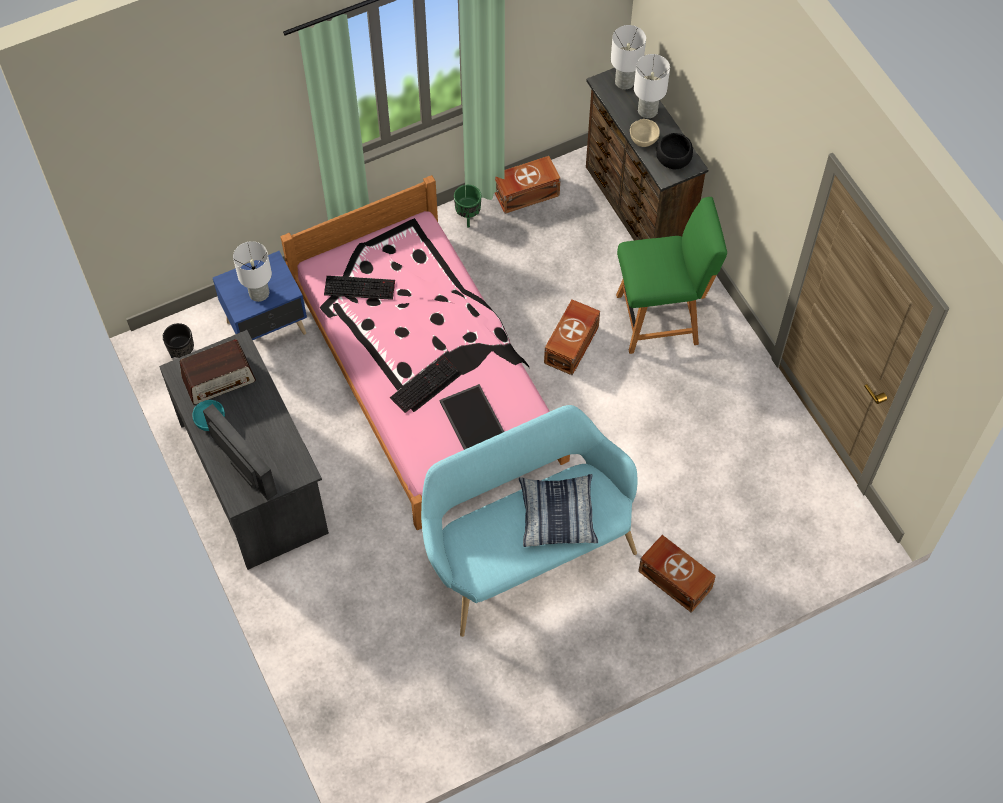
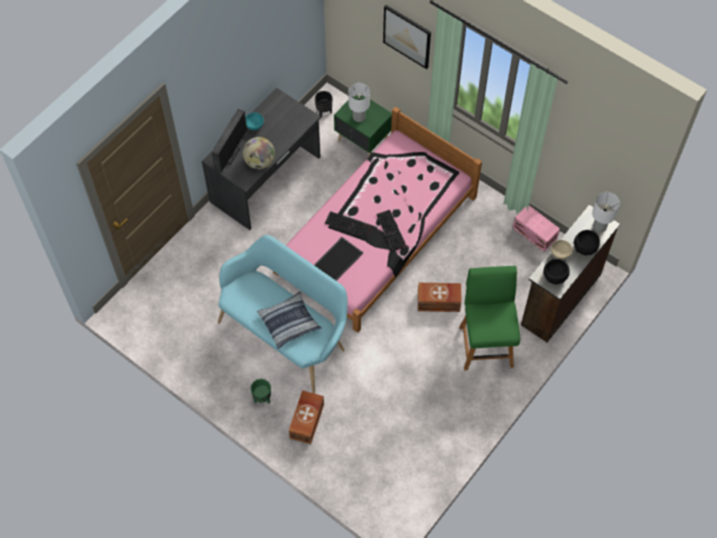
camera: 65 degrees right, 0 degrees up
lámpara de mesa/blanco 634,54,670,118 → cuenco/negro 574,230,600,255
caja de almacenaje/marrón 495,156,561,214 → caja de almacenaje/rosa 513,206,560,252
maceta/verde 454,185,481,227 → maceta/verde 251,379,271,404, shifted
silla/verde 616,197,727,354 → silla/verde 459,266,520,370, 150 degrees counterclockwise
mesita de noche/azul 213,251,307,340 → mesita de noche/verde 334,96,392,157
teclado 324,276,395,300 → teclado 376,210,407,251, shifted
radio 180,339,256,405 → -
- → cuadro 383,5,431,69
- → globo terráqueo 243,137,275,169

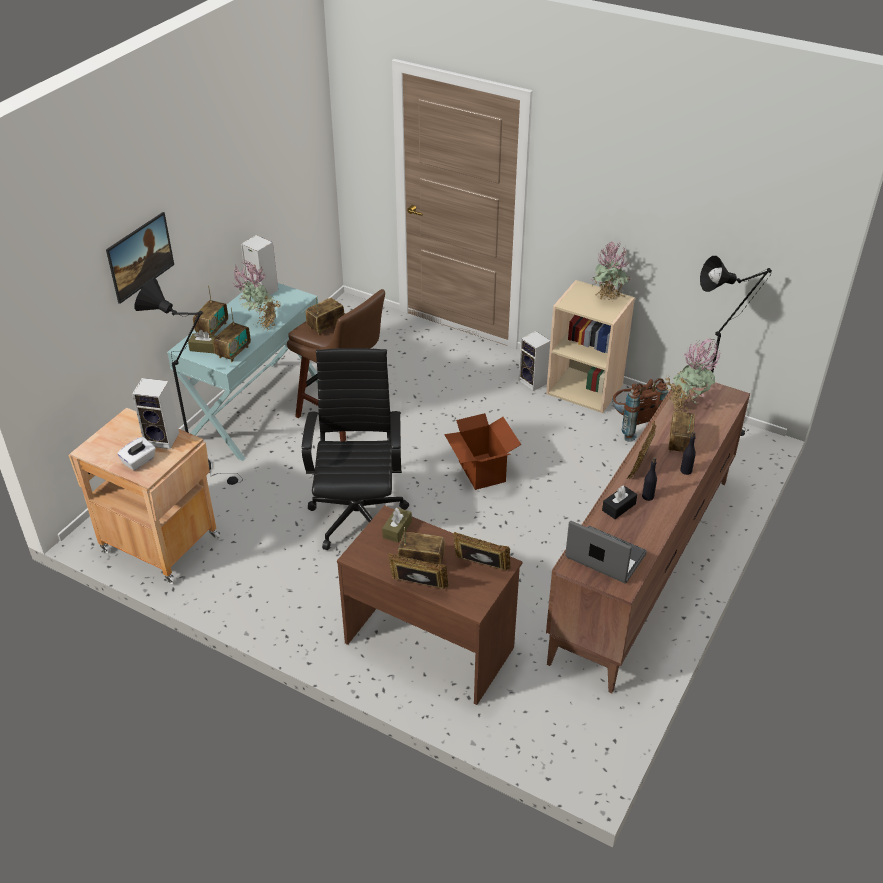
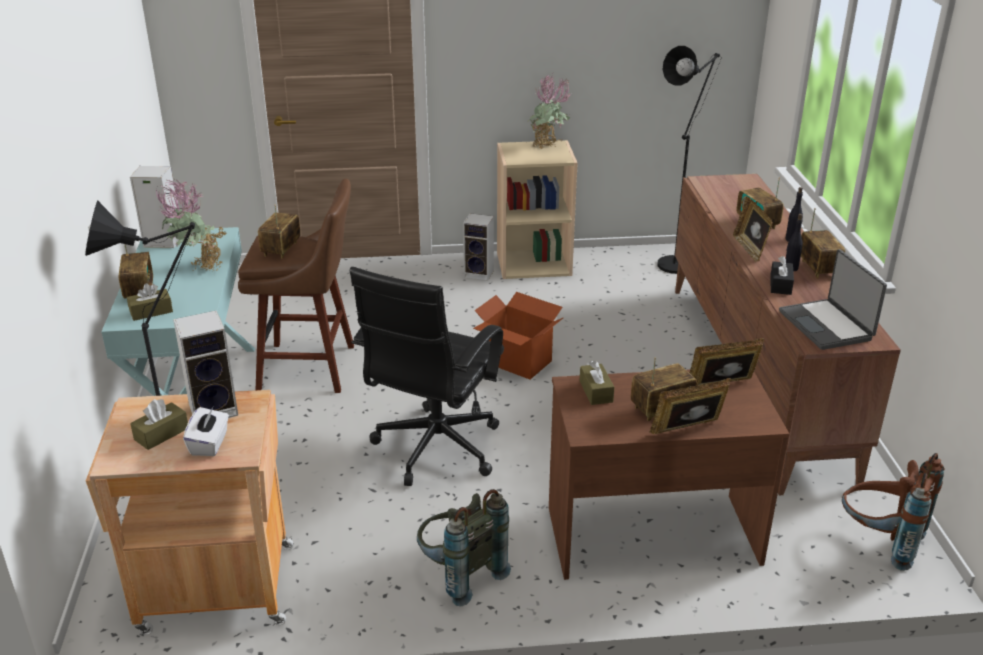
camera: 35 degrees left, 10 degrees down
cuadro 106,212,174,304 → -
radio 213,308,251,362 → radio 801,208,845,279, shifted
planta en maceta 665,339,721,412 → -
silla de oficina/negro 302,348,409,550 → silla de oficina/negro 350,267,504,486, 120 degrees counterclockwise
mochila/marrón 612,378,668,442 → mochila/marrón 842,453,945,570, shifted
portátil 565,521,647,584 → portátil 779,249,887,350, 105 degrees counterclockwise
- → caja de pañuelos/marrón 130,399,188,450
- → mochila/gris 417,489,511,606

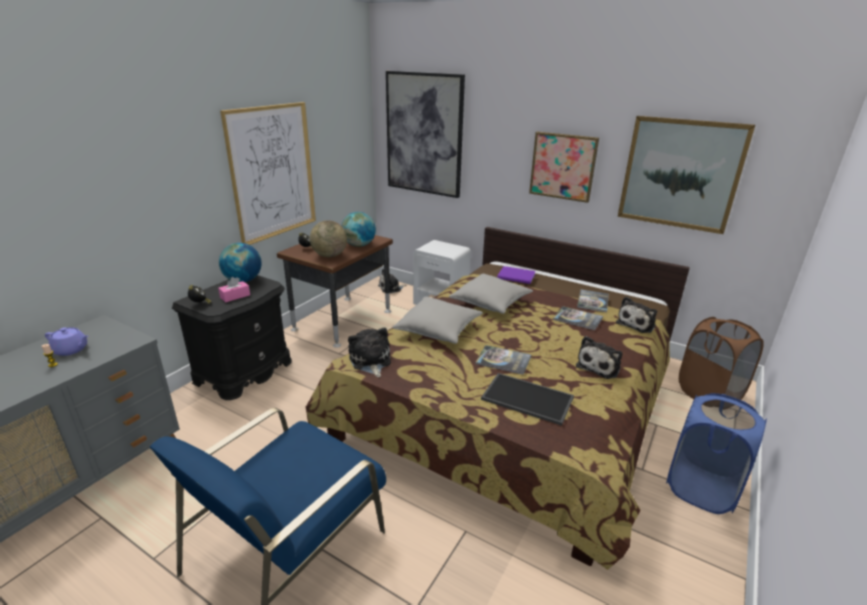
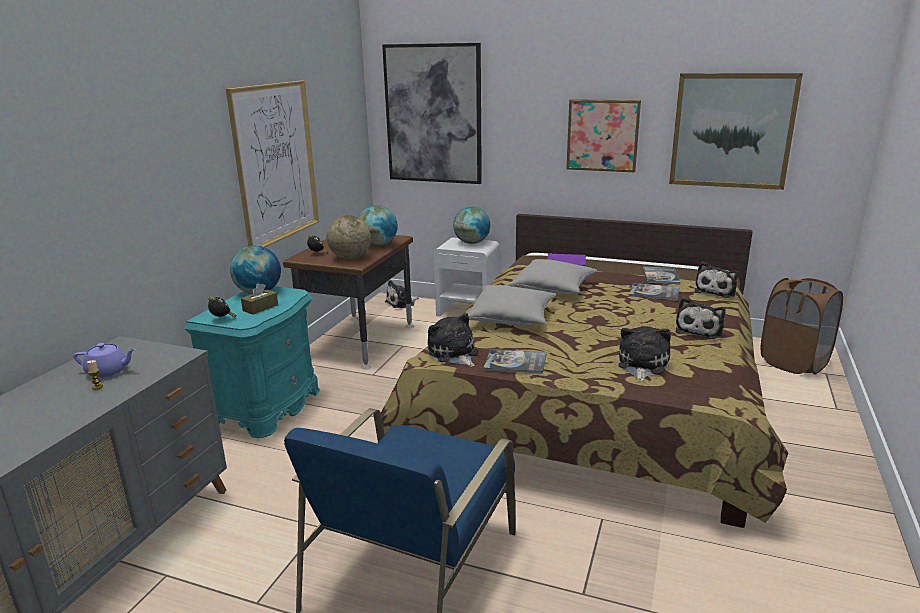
camera: 10 degrees left, 5 degrees down
mesita de noche/negro 172,275,292,400 → mesita de noche/turquesa 185,286,320,438
caja de pañuelos/rosa 218,277,250,302 → caja de pañuelos/marrón 241,283,278,314
libro 475,345,531,375 → libro 483,349,546,374, shifted
bandeja 481,373,574,426 → peluche 618,326,671,382
cesto de la ropa/azul 666,393,767,514 → -
- → globo terráqueo 453,207,490,244

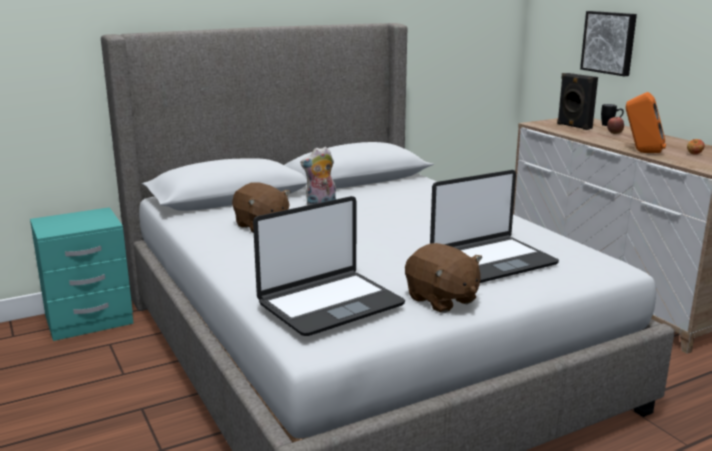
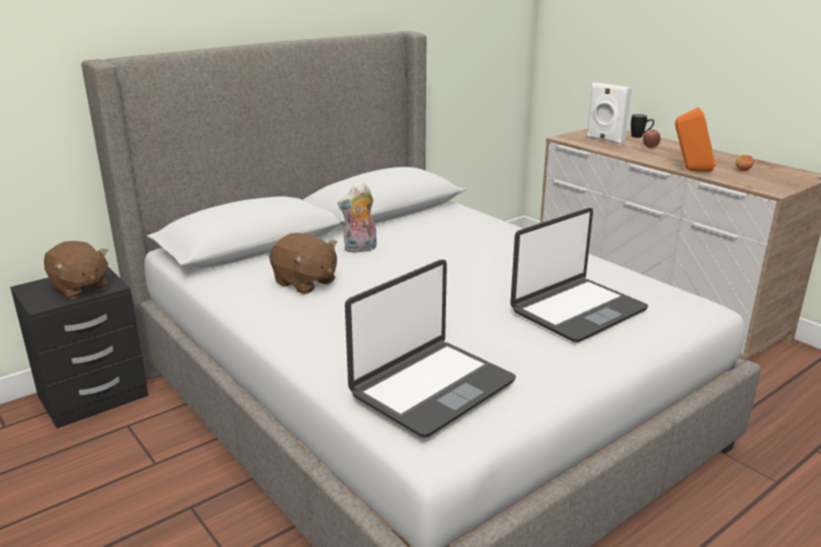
camera: 10 degrees left, 5 degrees up
cuadro 580,11,637,76 → -
altavoz/negro 557,73,598,130 → altavoz/blanco 586,83,632,144
mesita de noche/turquesa 30,207,134,341 → mesita de noche/negro 10,267,148,428
peluche/marrón 405,243,482,313 → peluche/marrón 44,241,109,299, shifted

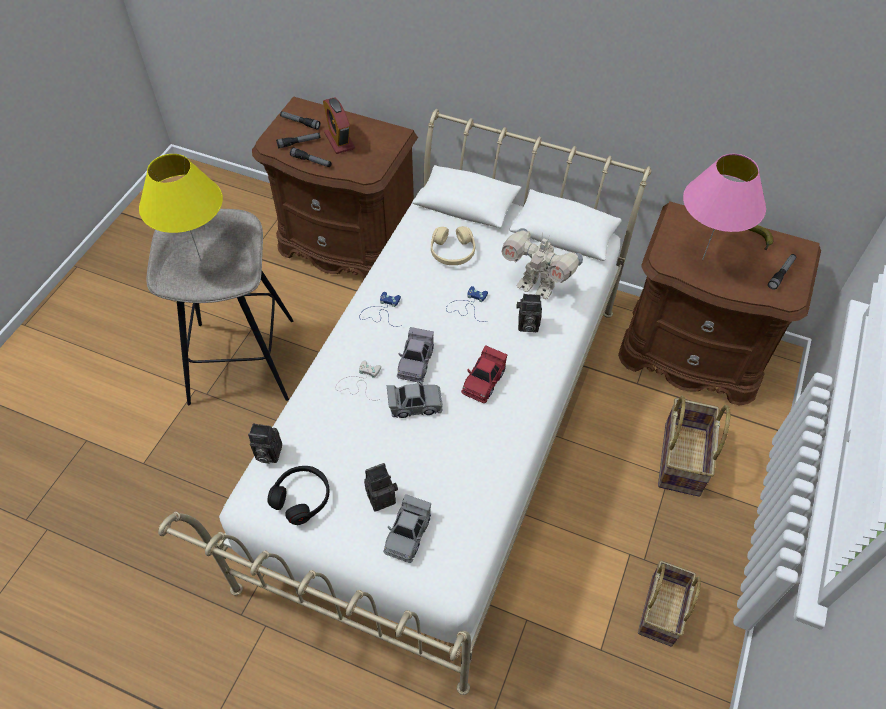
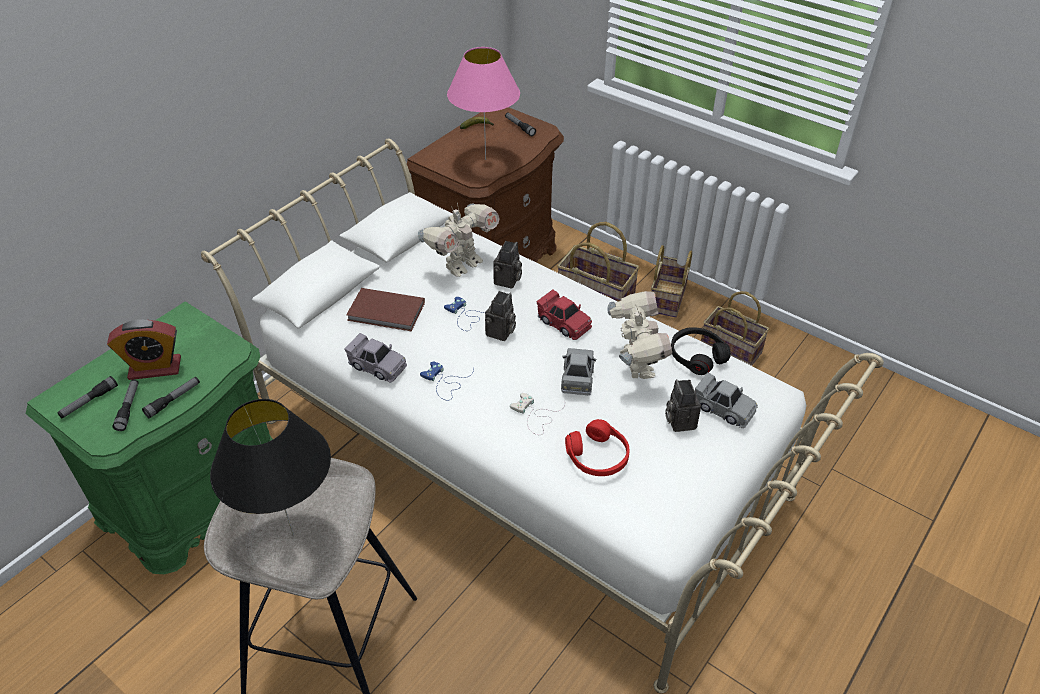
camera: 75 degrees left, 10 degrees down
mesita de noche/marrón 252,96,418,280 → mesita de noche/verde 26,301,273,574
lámpara de mesa/amarillo 139,154,223,261 → lámpara de mesa/negro 210,399,331,535
auriculares/beis 431,226,475,265 → libro/marrón 346,288,425,331
coche de juguete/gris 397,327,434,383 → coche de juguete/gris 344,333,407,383, shifted
cámara 248,423,282,463 → cámara 485,291,516,341, shifted
auriculares/negro 267,466,329,525 → auriculares/negro 671,327,731,375, shifted
- → cesta 651,245,692,317
- → robot de juguete 607,291,672,379
- → auriculares/rojo 565,419,630,476

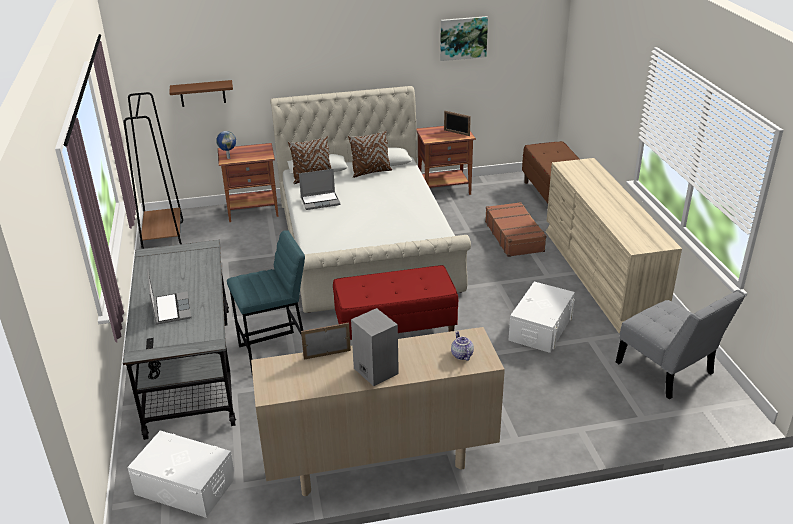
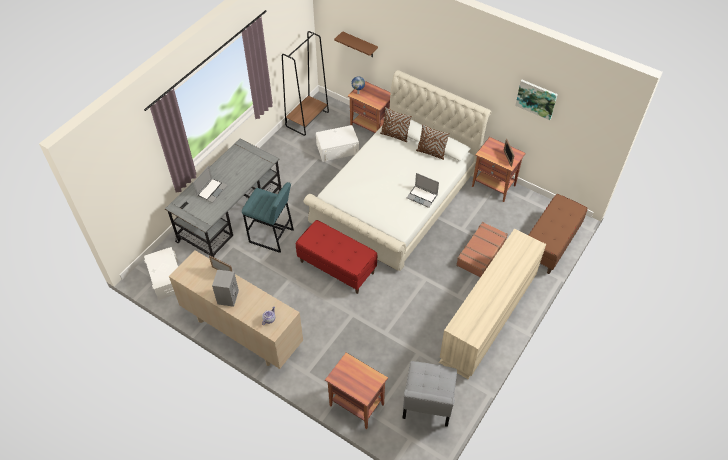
camera: 45 degrees right, 20 degrees up
portátil 299,169,340,210 → portátil 407,173,439,208, shifted
caja de almacenaje/blanco 508,282,575,353 → caja de almacenaje/blanco 316,125,359,162, shifted
- → mesita de noche 325,352,388,429

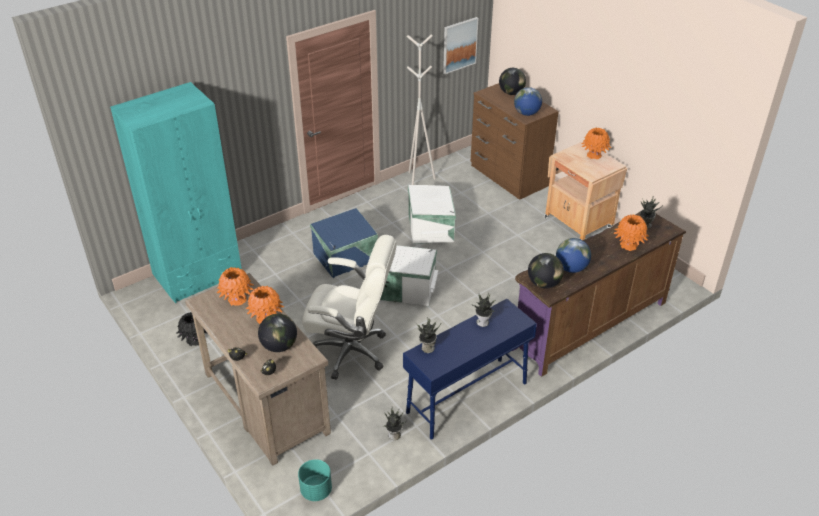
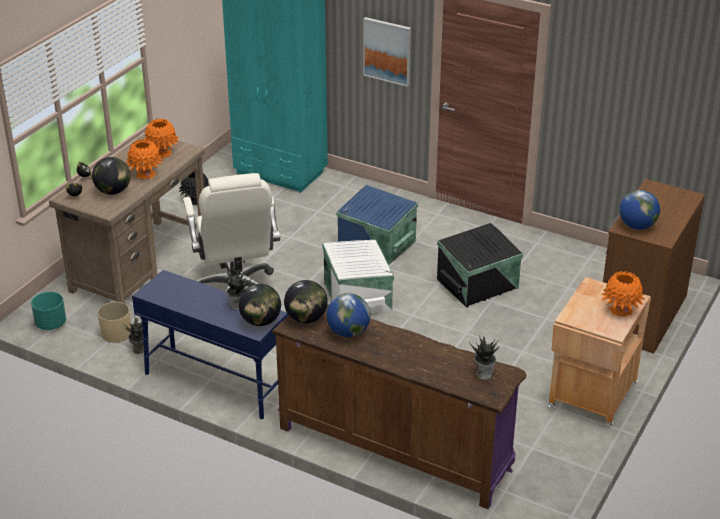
camera: 65 degrees right, 5 degrees down
cuadro 443,17,478,74 → cuadro 363,17,411,87, shifted
perchero/gris 407,34,436,185 → -
globo terráqueo 499,68,526,95 → globo terráqueo 239,284,281,326, shifted
caja de almacenaje/blanco 408,185,456,244 → caja de almacenaje/negro 437,223,523,308
florero/naranja 614,215,649,251 → -
planta en maceta 415,317,441,353 → -
- → maceta/beis 97,302,131,343

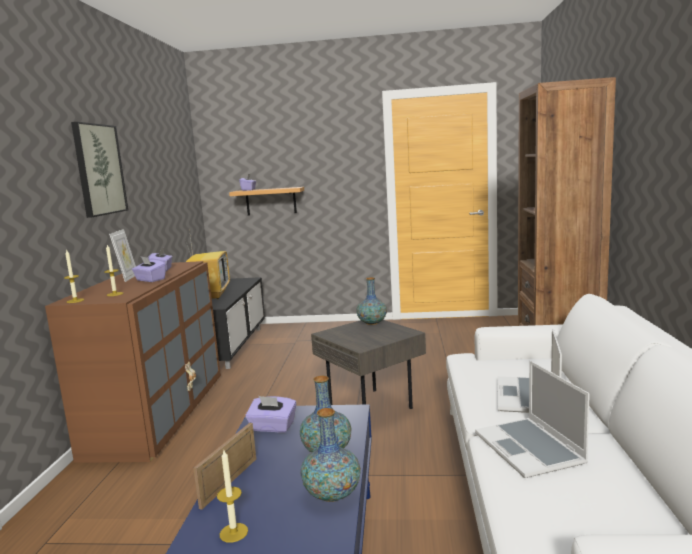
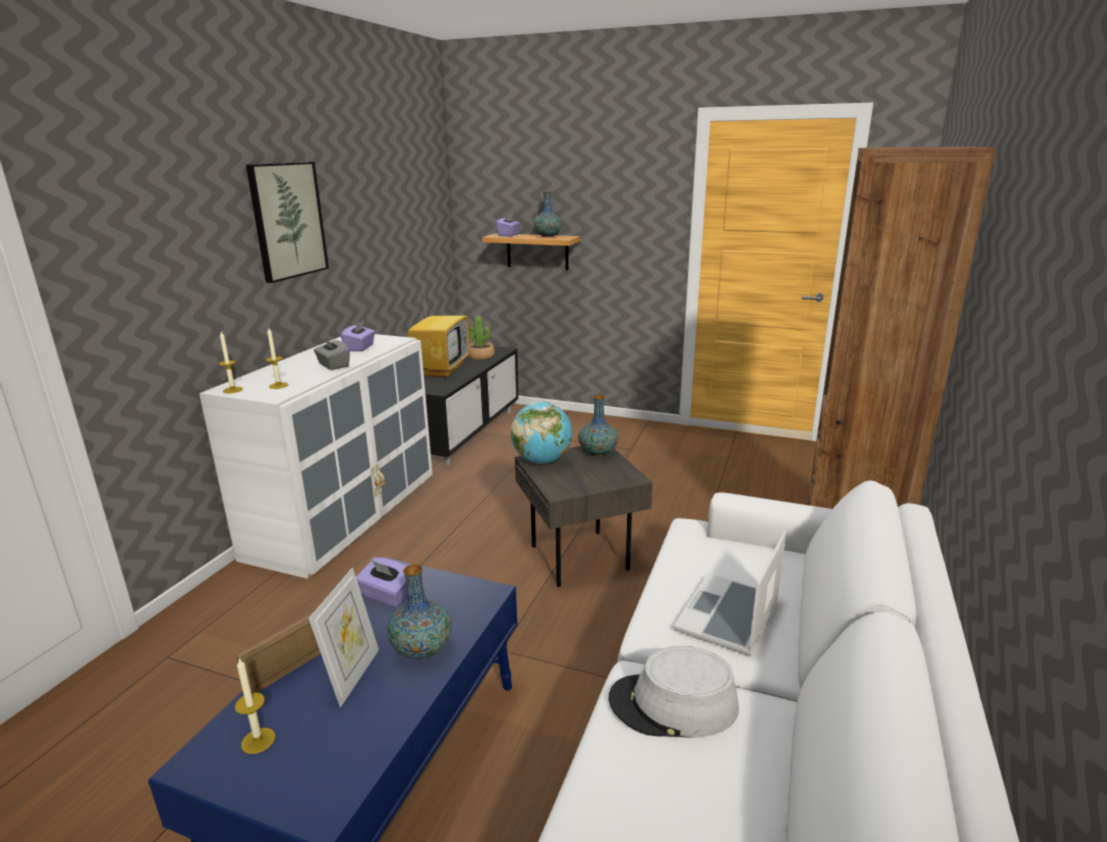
camera: 15 degrees right, 10 degrees up
portarretratos 109,229,136,282 → portarretratos 309,568,379,707, shifted
caja de pañuelos/morado 132,257,166,282 → caja de pañuelos/gris 314,336,350,370
armario/marrón 45,261,221,463 → armario/blanco 199,334,432,579
portátil 475,361,590,478 → sombrero/gris 608,646,739,738
florero 301,408,361,502 → florero 534,191,562,237, shifted
- → planta en maceta 468,316,495,360
- → globo terráqueo 511,402,572,464

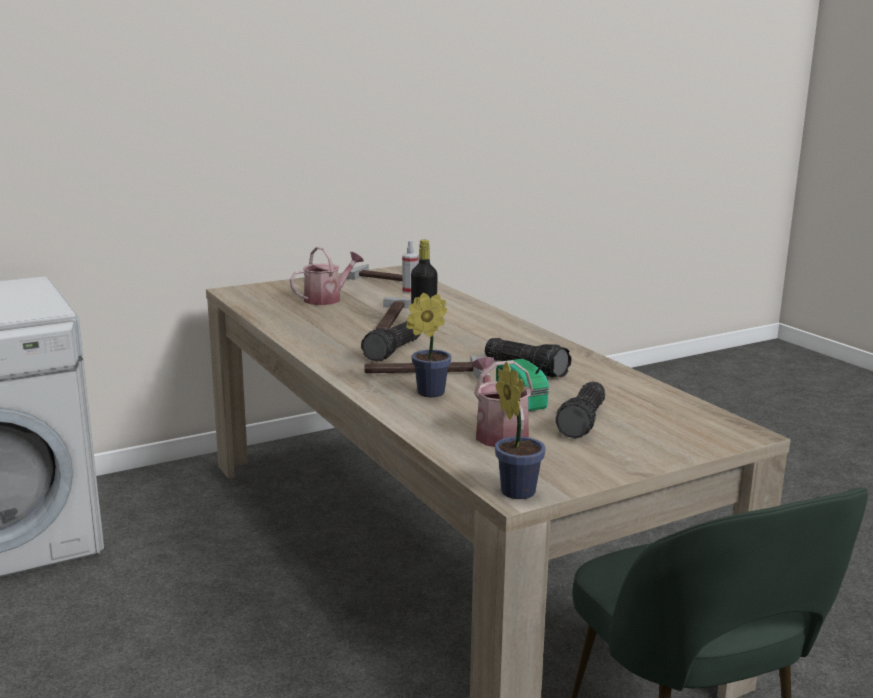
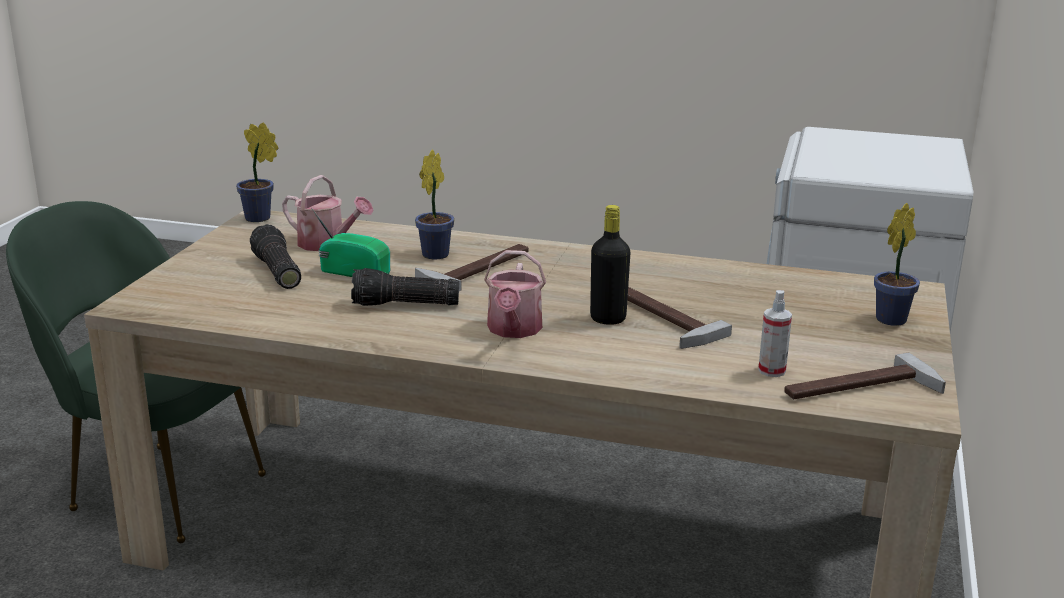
camera: 135 degrees right, 5 degrees up
regadera 290,246,364,305 → regadera 484,250,546,338, shifted
linterna 361,321,420,361 → -
- → planta en maceta 874,203,920,326

